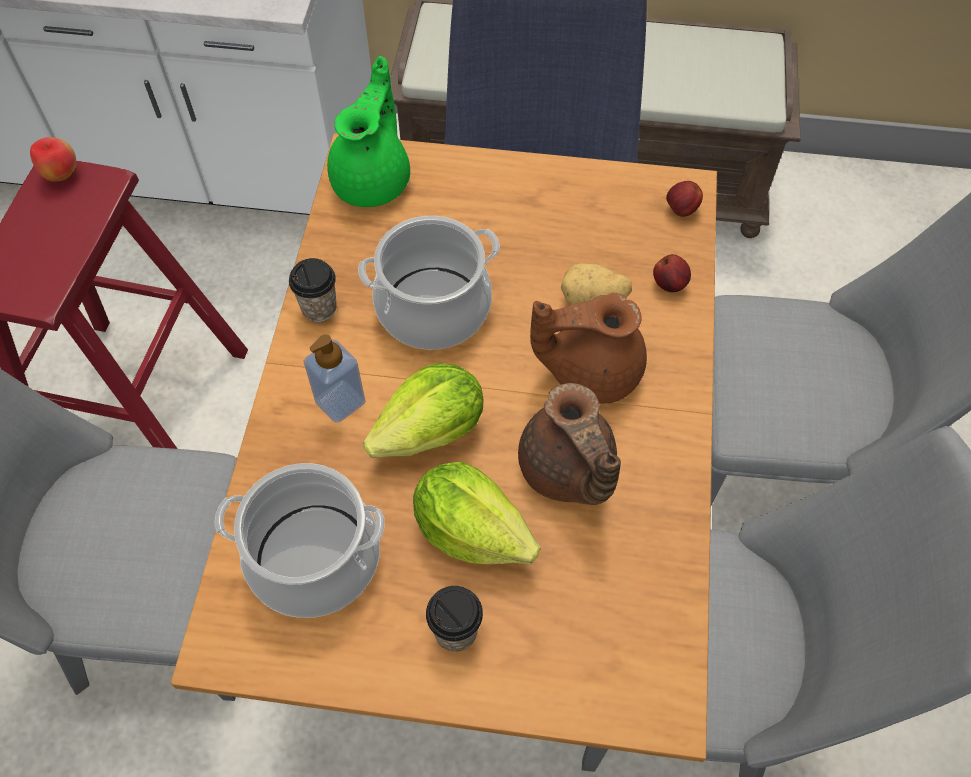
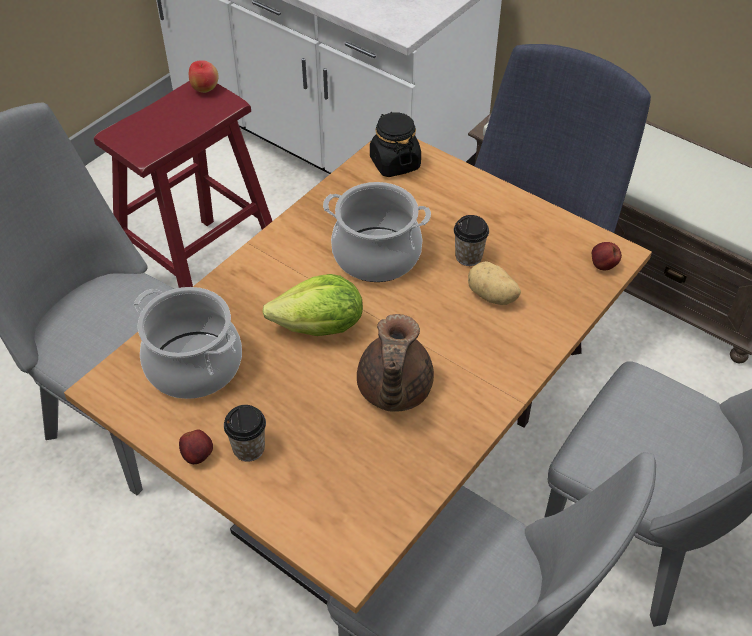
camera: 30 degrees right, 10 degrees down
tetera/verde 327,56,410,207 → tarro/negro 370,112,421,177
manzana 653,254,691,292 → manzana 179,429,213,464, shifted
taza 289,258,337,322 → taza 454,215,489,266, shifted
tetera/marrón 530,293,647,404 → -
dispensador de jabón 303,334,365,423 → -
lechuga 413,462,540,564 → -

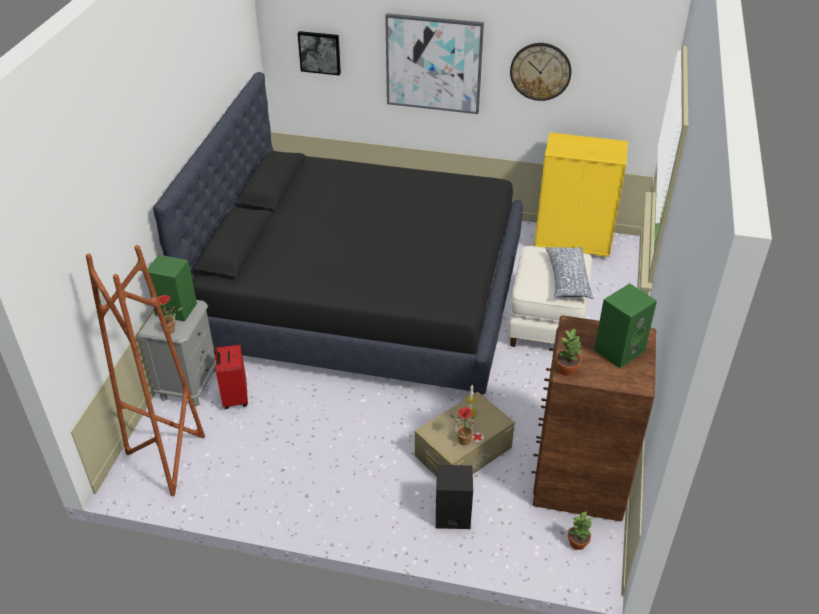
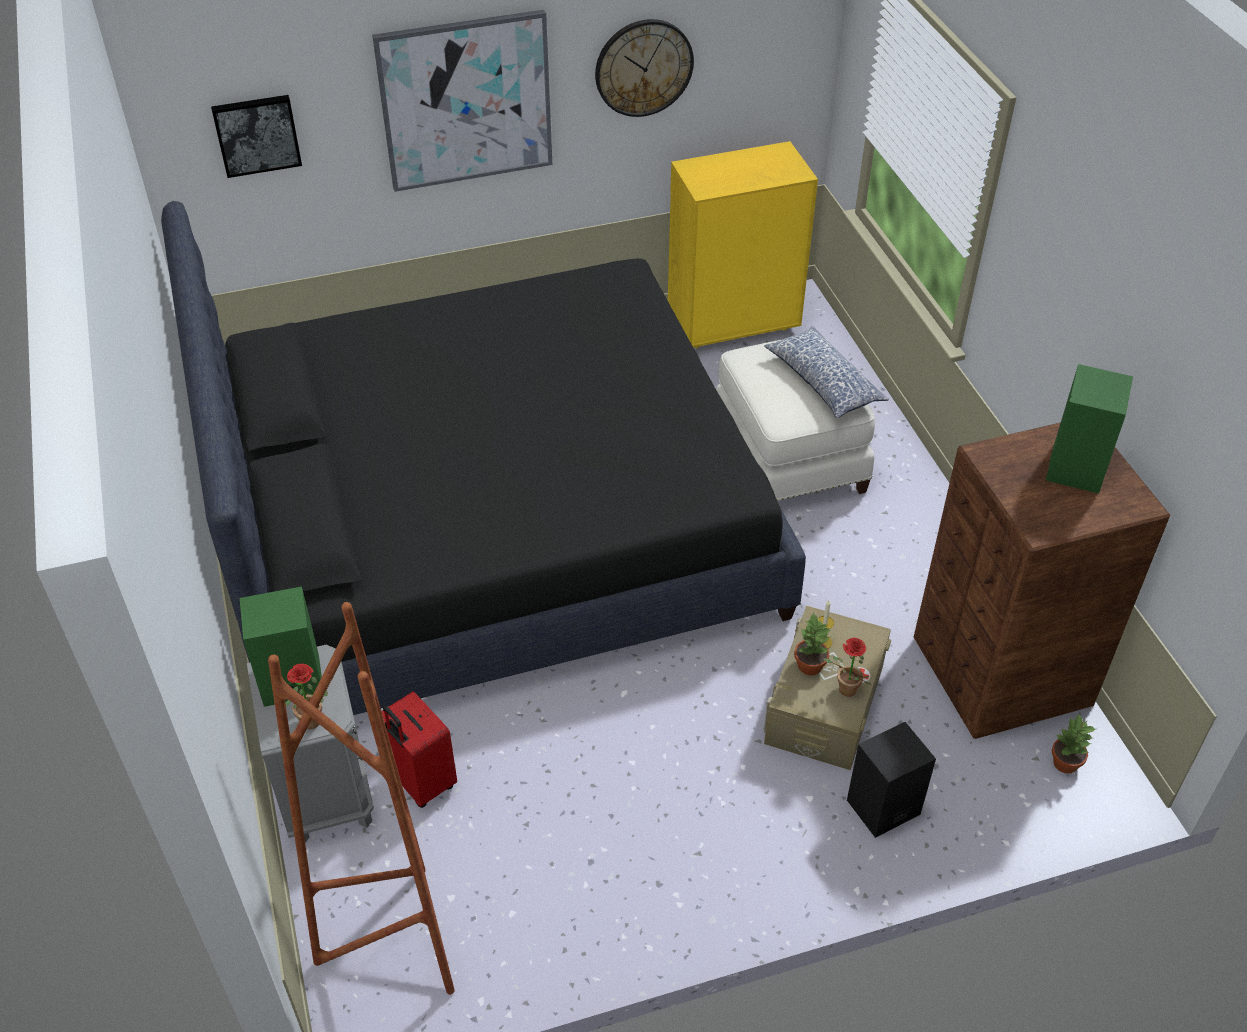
camera: 30 degrees left, 5 degrees up
planta en maceta 556,328,584,376 → planta en maceta 794,612,831,675, shifted

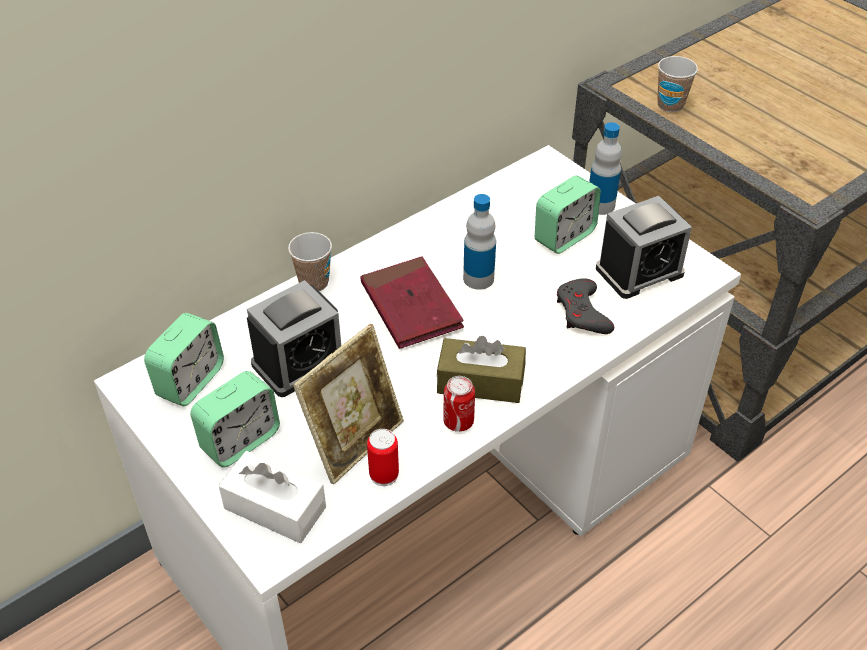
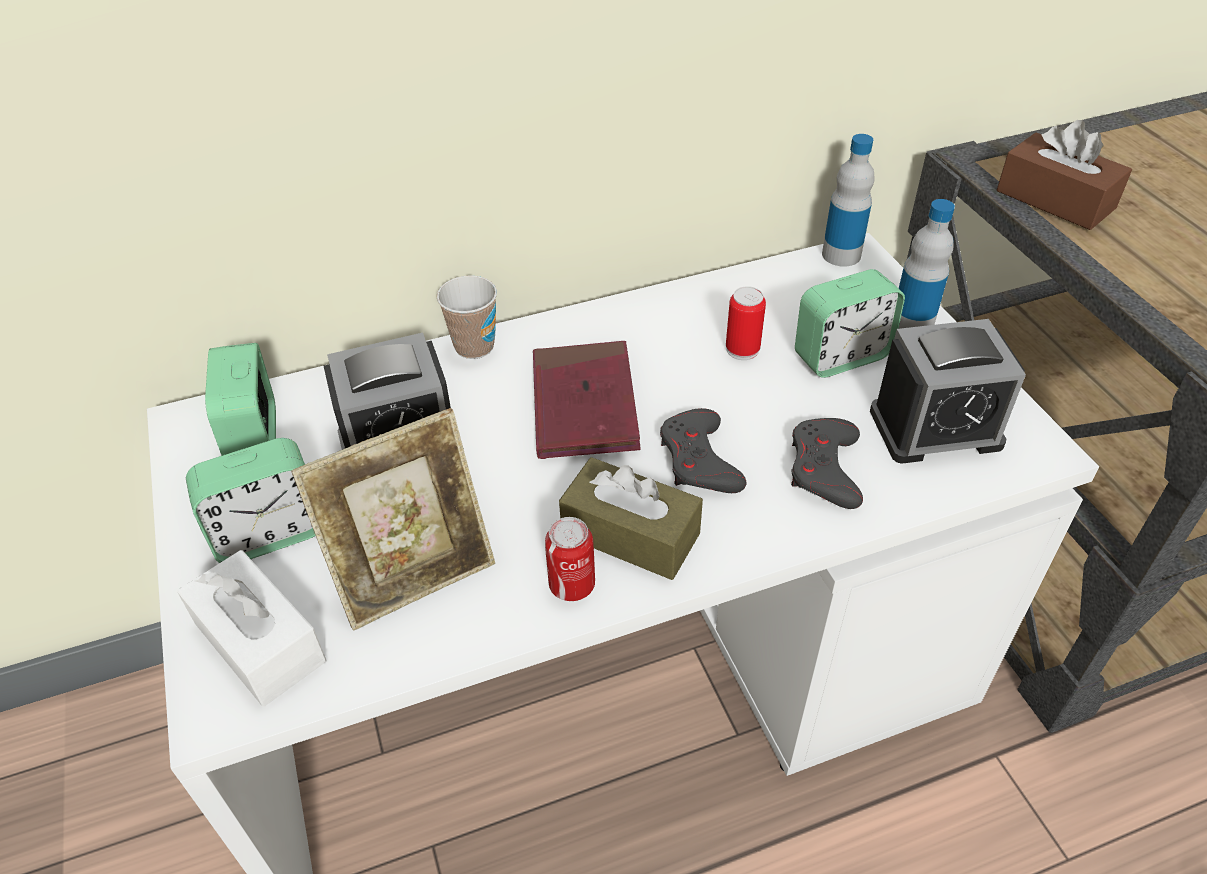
camera: 20 degrees right, 0 degrees up
taza 657,56,698,112 → caja de pañuelos/marrón 997,120,1132,230
botella 463,194,496,290 → botella 822,134,875,267, shifted
despertador 144,313,224,406 → despertador 205,343,276,456, 120 degrees clockwise
lata 367,429,399,486 → lata 726,286,766,360, shifted
- → mando de consola/gris 660,408,747,493

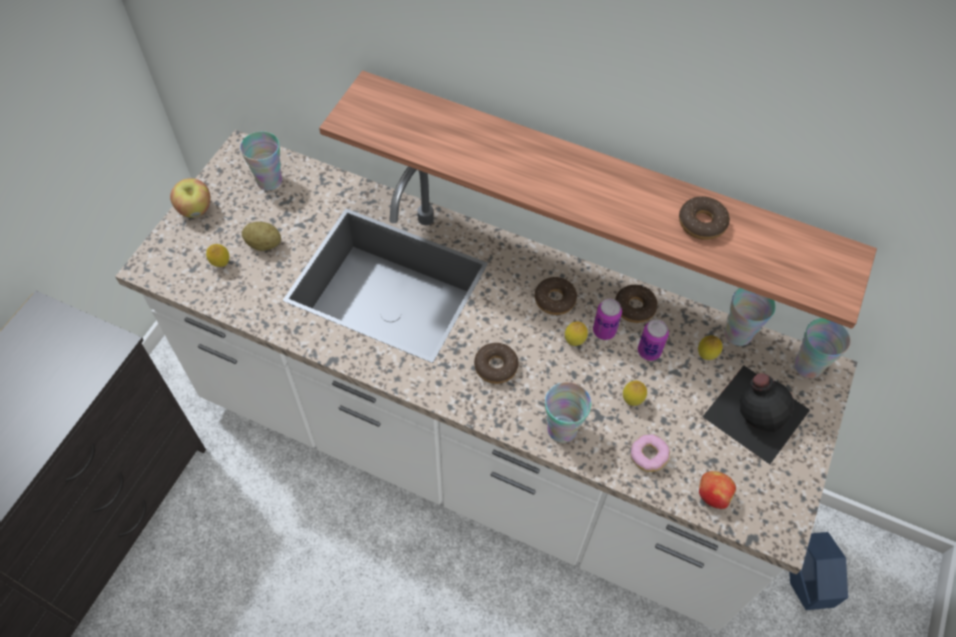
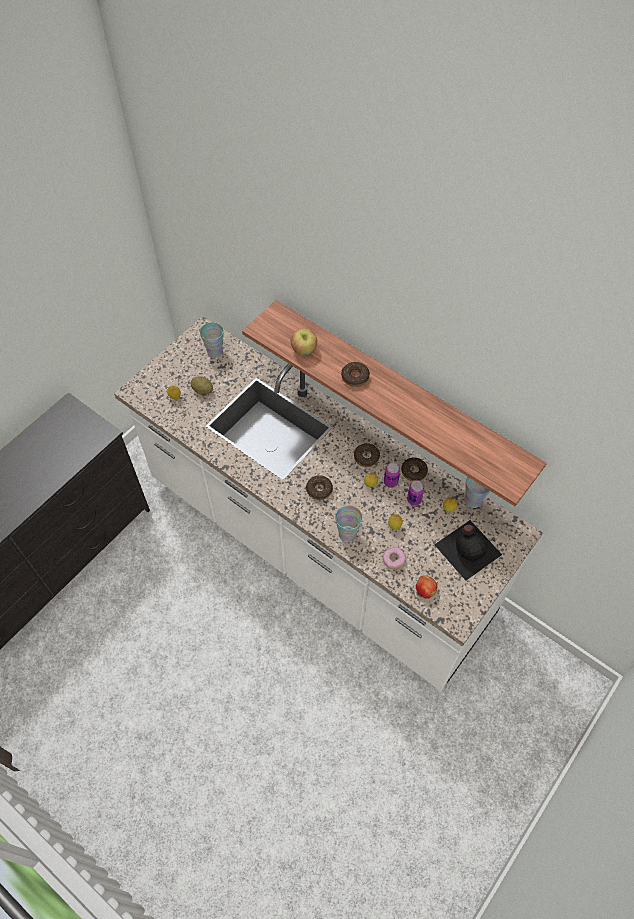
camera: 15 degrees right, 0 degrees up
manzana 170,178,210,218 → manzana 291,328,317,356, shifted
rosquilla 679,196,730,240 → rosquilla 341,362,370,387, shifted
taza 794,318,851,378 → -
maceta/azul 789,532,848,610 → -

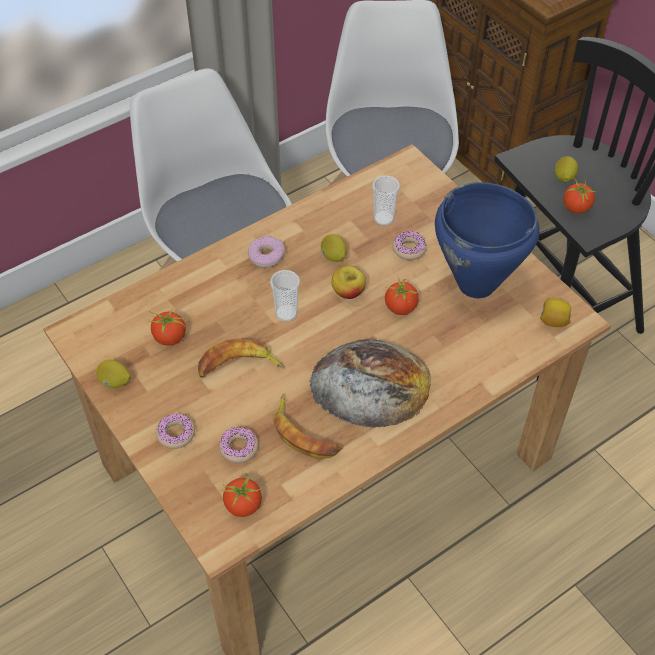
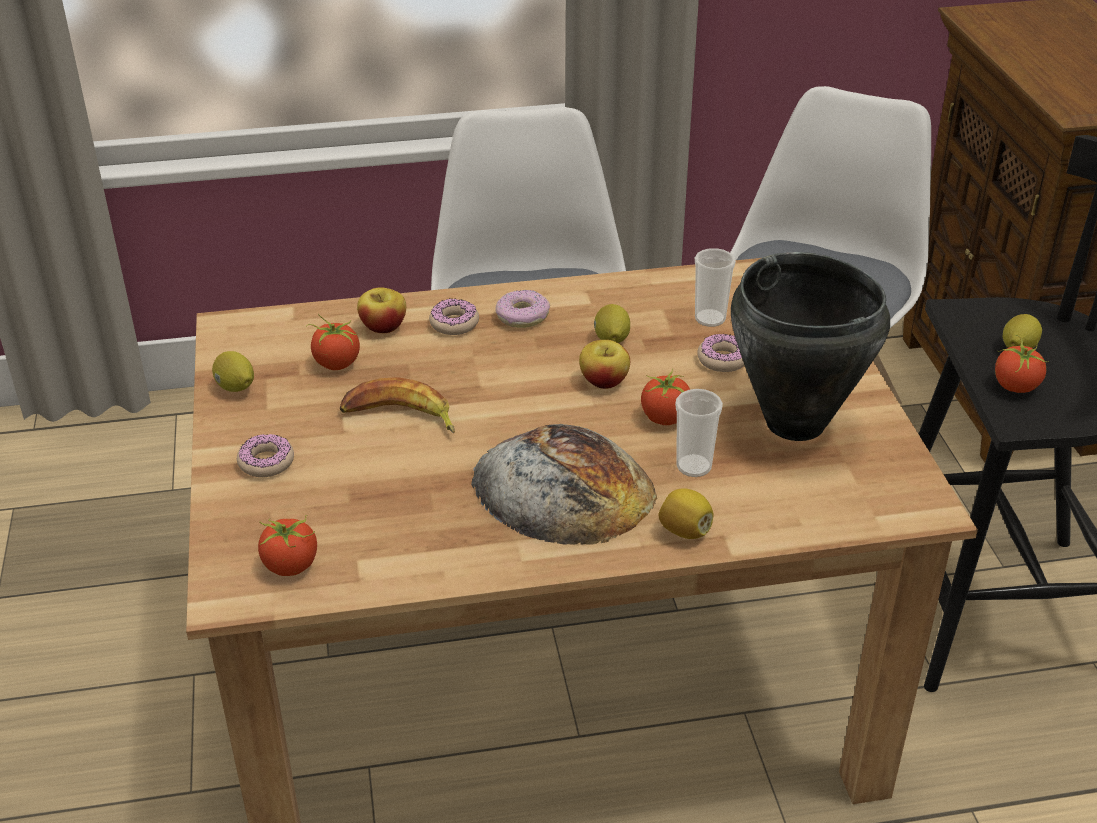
camera: 25 degrees right, 15 degrees down
olla/azul 435,182,540,298 → olla/negro 731,252,890,441
taza 270,270,300,322 → taza 675,389,723,477, shifted
limón 540,298,571,327 → limón 659,488,713,539, shifted
plátano 273,394,342,458 → -
rosquilla 219,427,259,463 → rosquilla 429,299,479,335, shifted
- → manzana 357,287,406,333

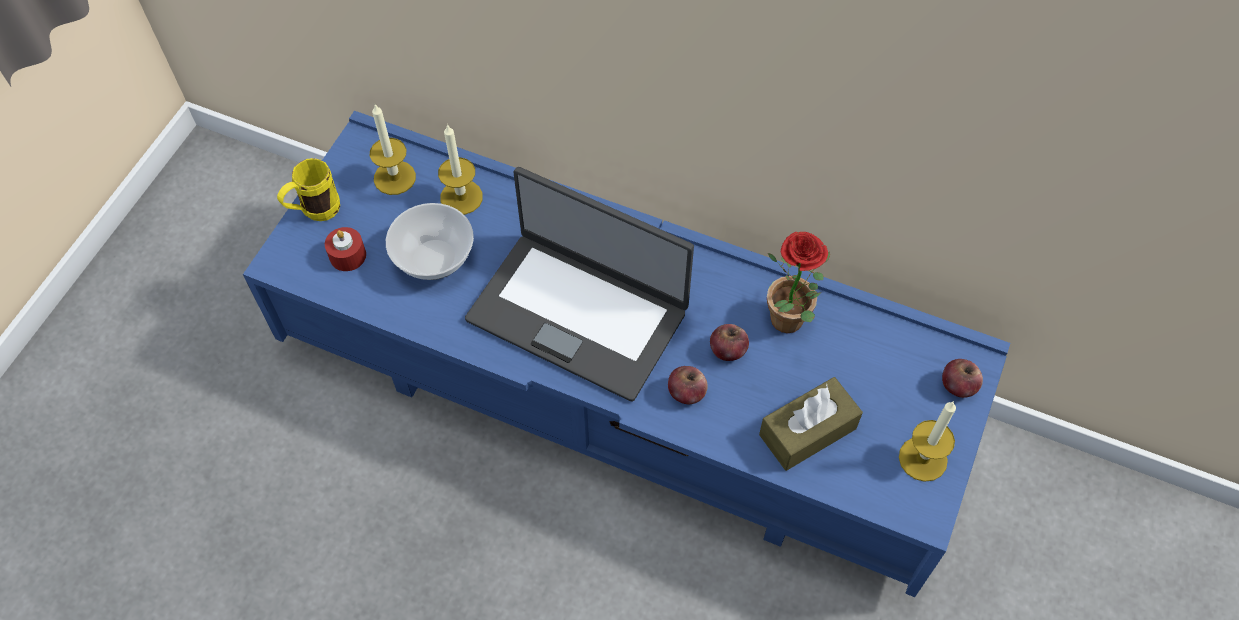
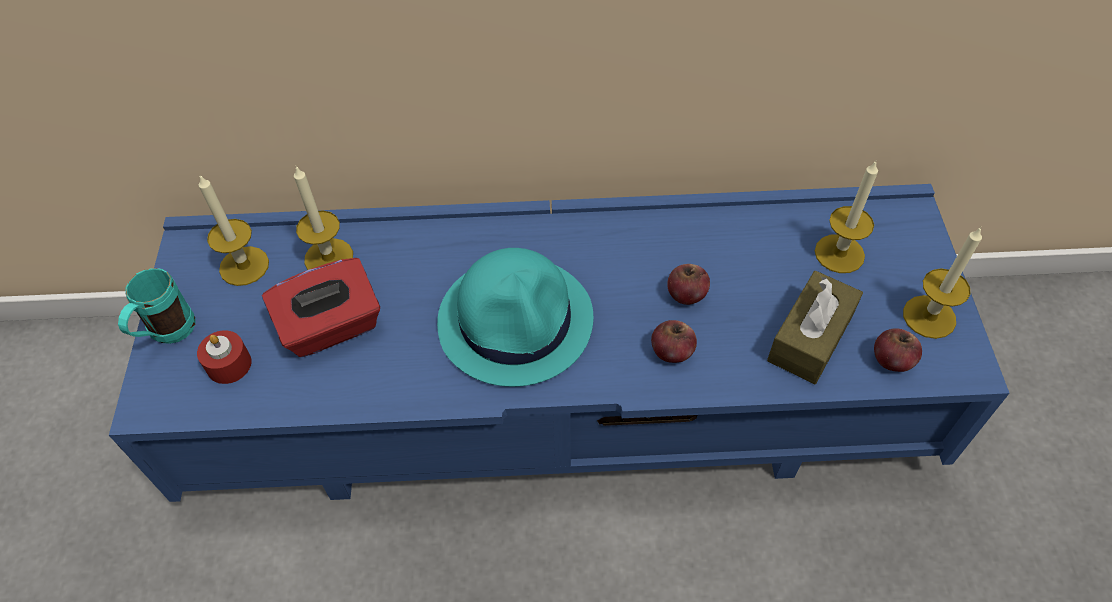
camera: 25 degrees left, 5 degrees down
taza grande/amarillo 277,158,340,221 → taza grande/turquesa 118,268,196,344
portátil 465,167,694,402 → sombrero/turquesa 437,248,594,387
cuenco 386,203,474,280 → caja de pañuelos/rojo 262,258,380,357
planta en maceta 767,232,830,333 → -
manzana 942,359,983,398 → manzana 874,328,922,372, shifted
- → vela 815,160,878,273

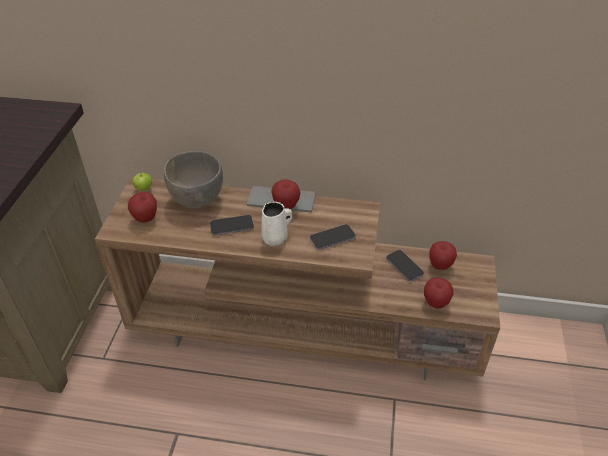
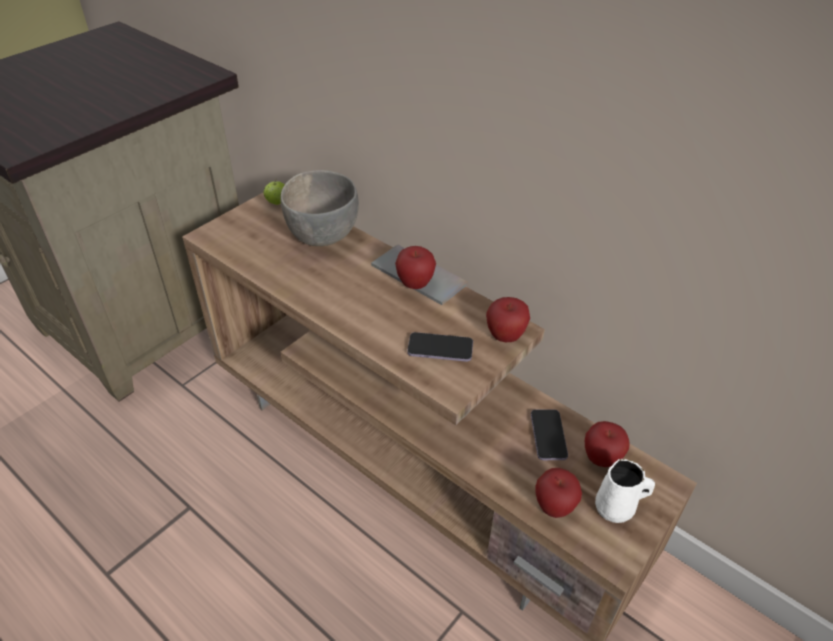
camera: 30 degrees right, 0 degrees up
manzana 128,192,157,223 → manzana 486,297,530,342, shifted
taza grande/blanco 261,201,292,246 → taza grande/blanco 595,459,655,523, shifted
móvil 210,215,254,236 → -

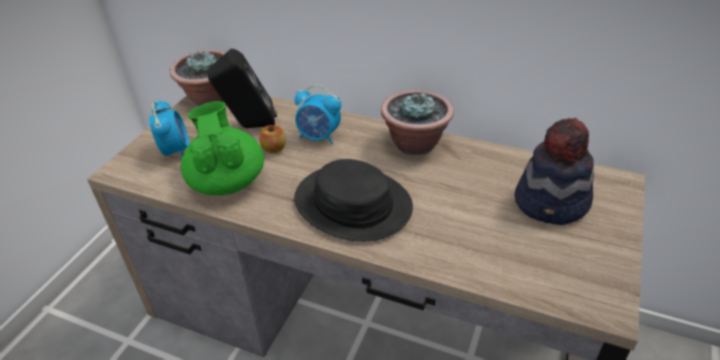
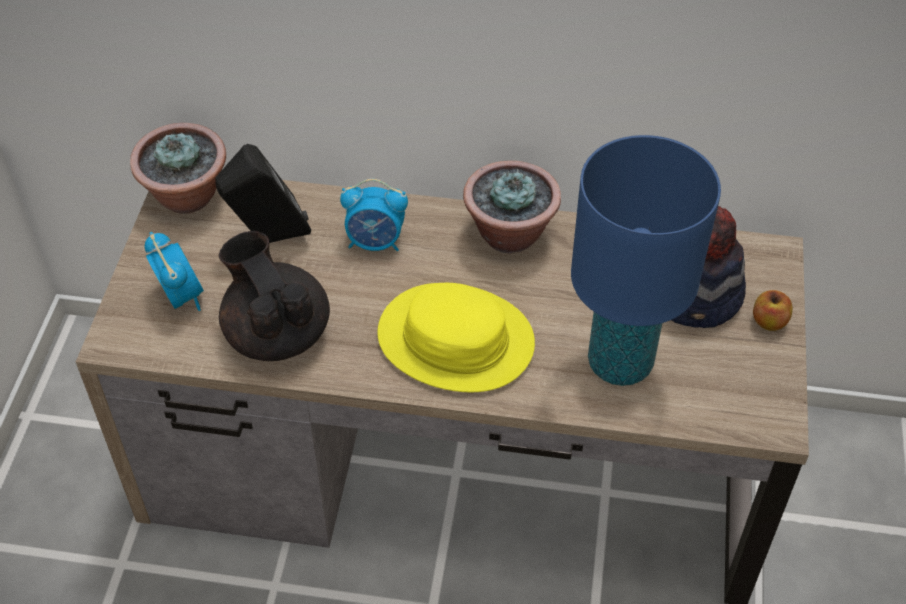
camera: 15 degrees left, 10 degrees up
tetera/verde 181,101,264,196 → tetera/negro 219,231,330,361
manzana 259,125,286,153 → manzana 753,290,793,331, shifted
sombrero/negro 294,159,413,242 → sombrero/amarillo 377,283,535,392
- → lámpara de mesa/azul 571,135,721,386

